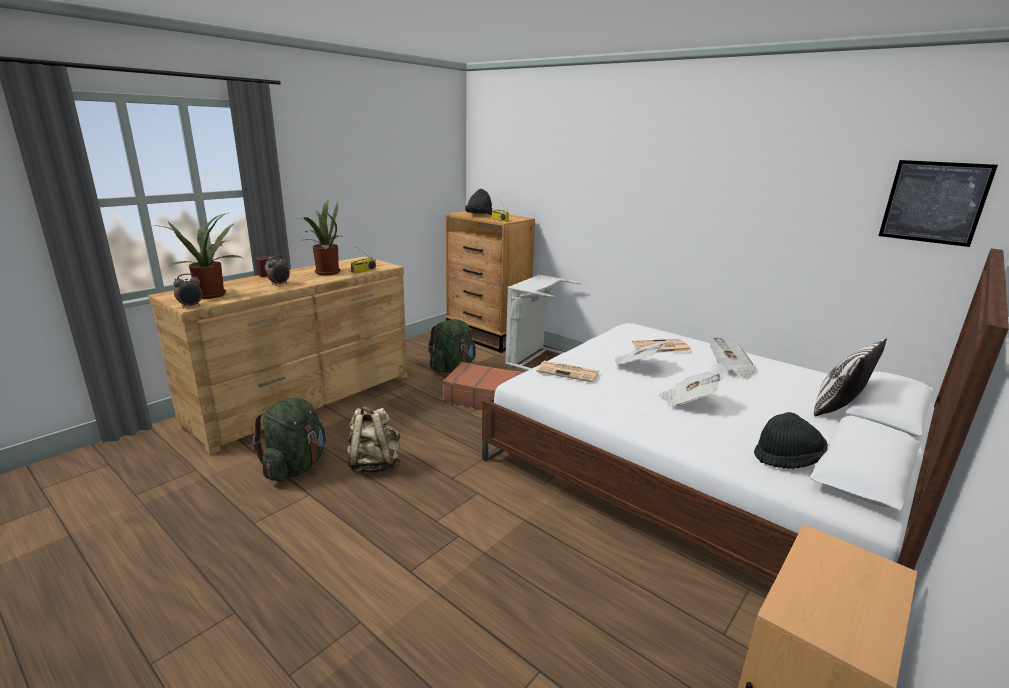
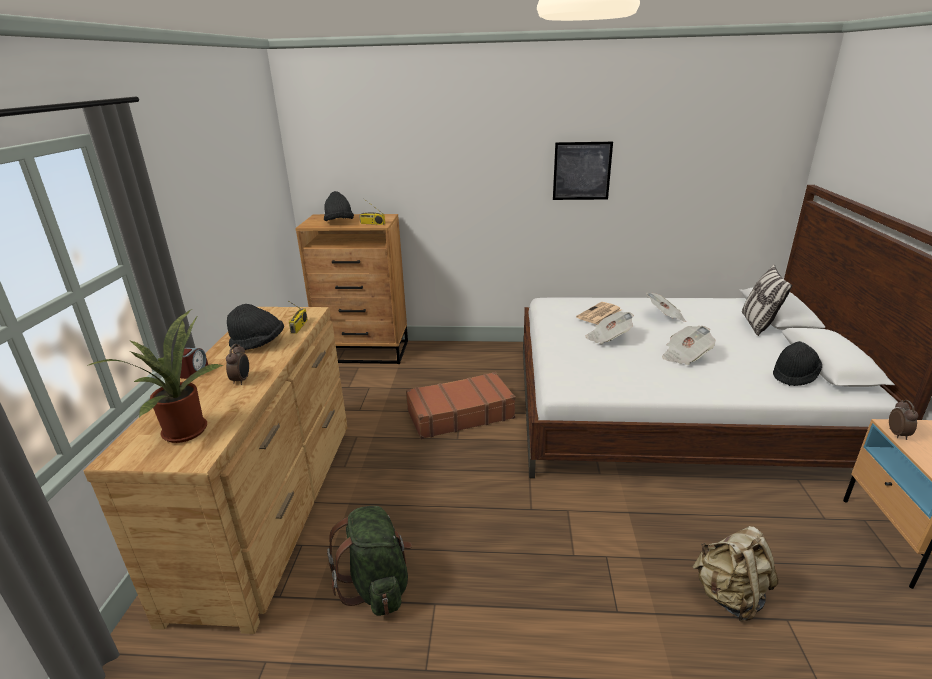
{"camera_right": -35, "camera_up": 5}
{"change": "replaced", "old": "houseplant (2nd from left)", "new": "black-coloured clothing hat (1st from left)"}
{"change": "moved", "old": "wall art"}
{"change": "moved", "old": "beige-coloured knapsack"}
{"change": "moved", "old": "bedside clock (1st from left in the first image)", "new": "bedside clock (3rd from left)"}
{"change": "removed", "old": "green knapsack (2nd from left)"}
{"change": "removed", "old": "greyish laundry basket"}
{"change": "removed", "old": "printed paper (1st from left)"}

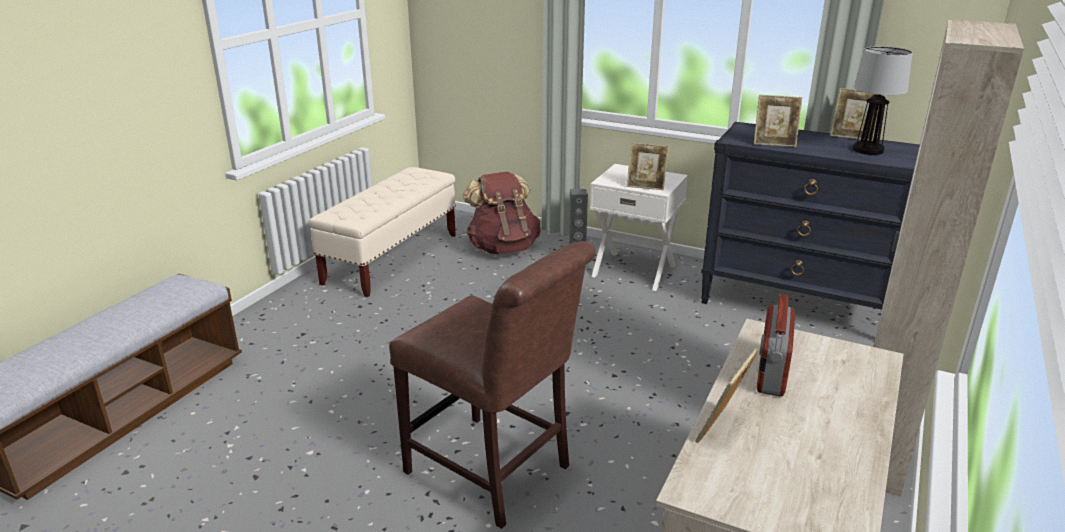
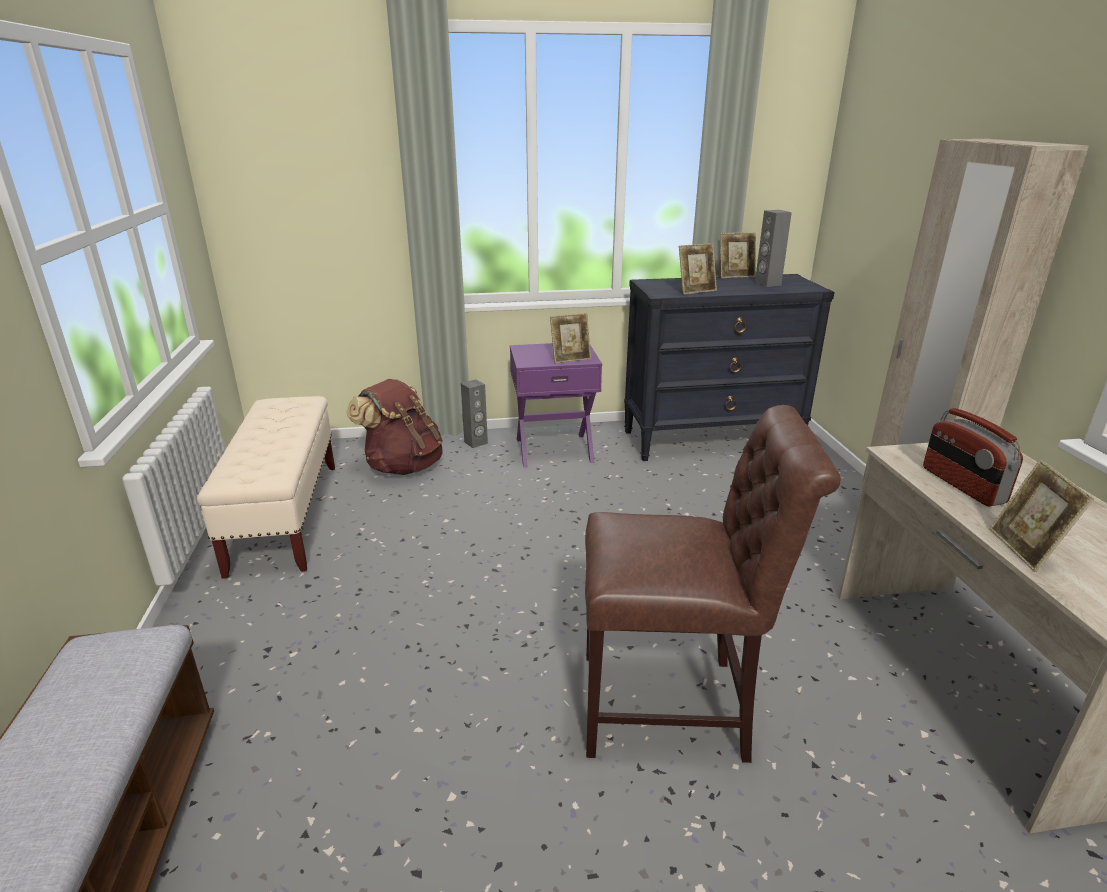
{"camera_right": -35, "camera_up": 0}
{"change": "recoloured", "old": "white-coloured night table", "new": "purple night table"}
{"change": "replaced", "old": "lamp for a table", "new": "greyish audio speaker (2nd from left)"}

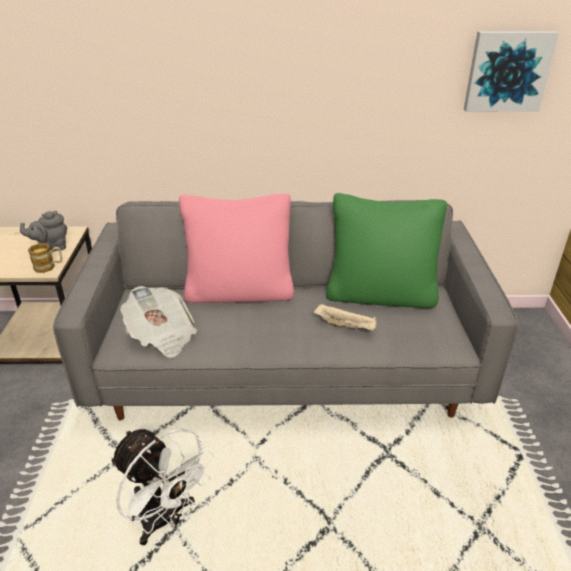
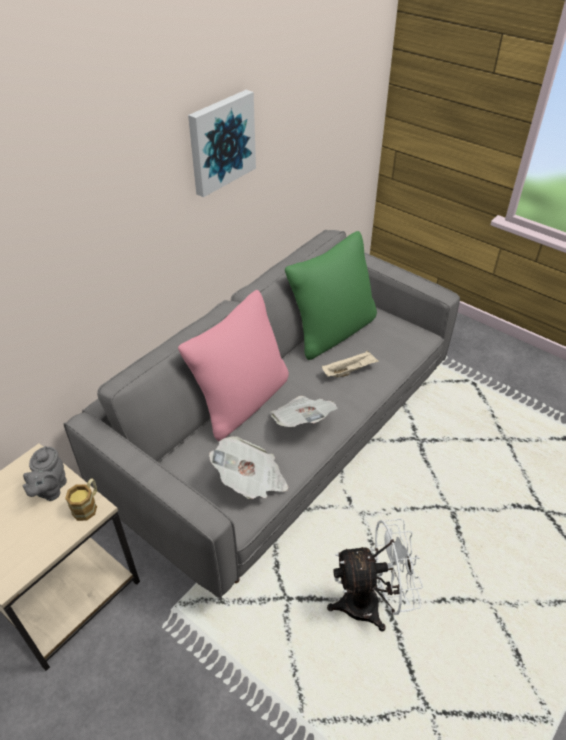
{"camera_right": -50, "camera_up": 10}
{"change": "moved", "old": "wall art"}
{"change": "added", "new": "printed paper (2nd from left)"}

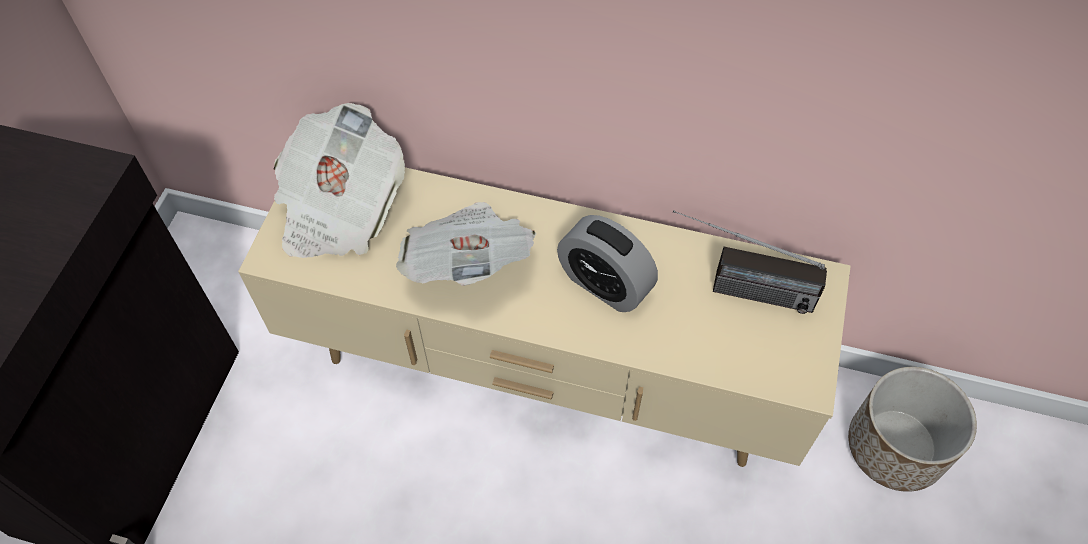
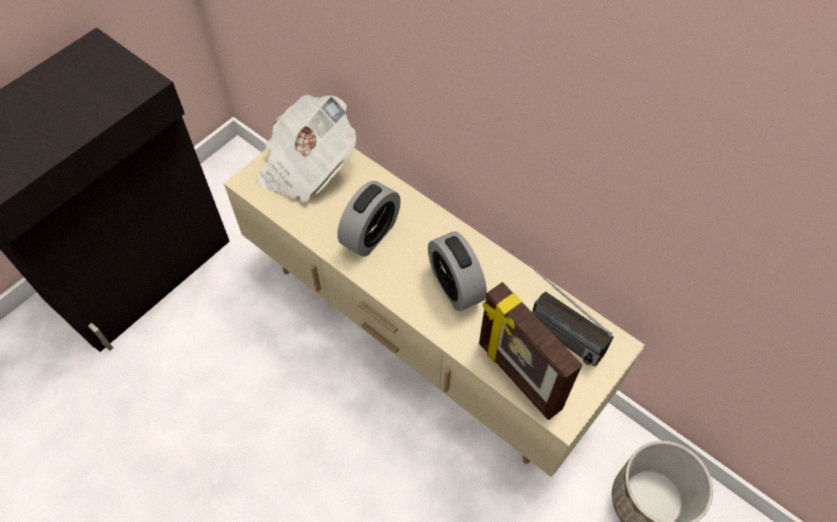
{"camera_right": 25, "camera_up": 0}
{"change": "replaced", "old": "printed paper (2nd from left)", "new": "bedside clock (1st from left)"}
{"change": "added", "new": "standing frame"}

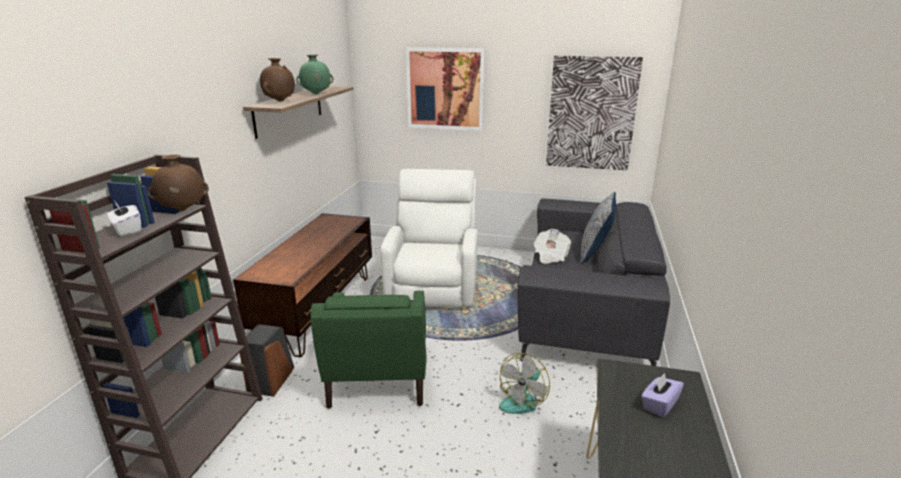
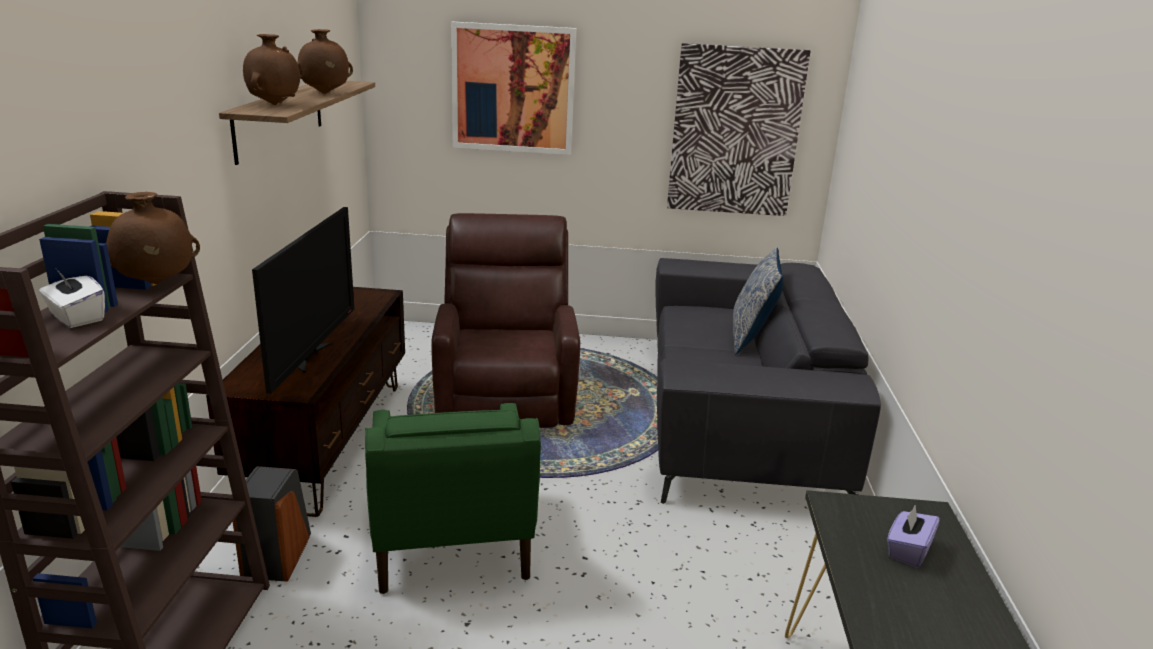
{"camera_right": -10, "camera_up": 0}
{"change": "added", "new": "TV"}
{"change": "recoloured", "old": "green vase", "new": "brown vase (3rd from left)"}
{"change": "recoloured", "old": "white-coloured lounge chair", "new": "brown lounge chair"}
{"change": "removed", "old": "fan"}
{"change": "removed", "old": "printed paper"}

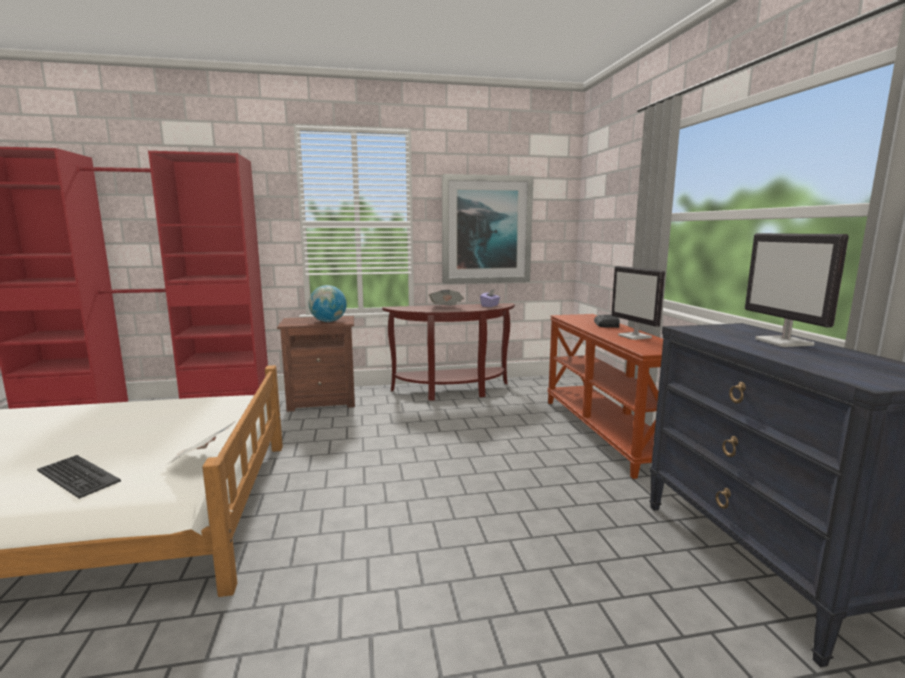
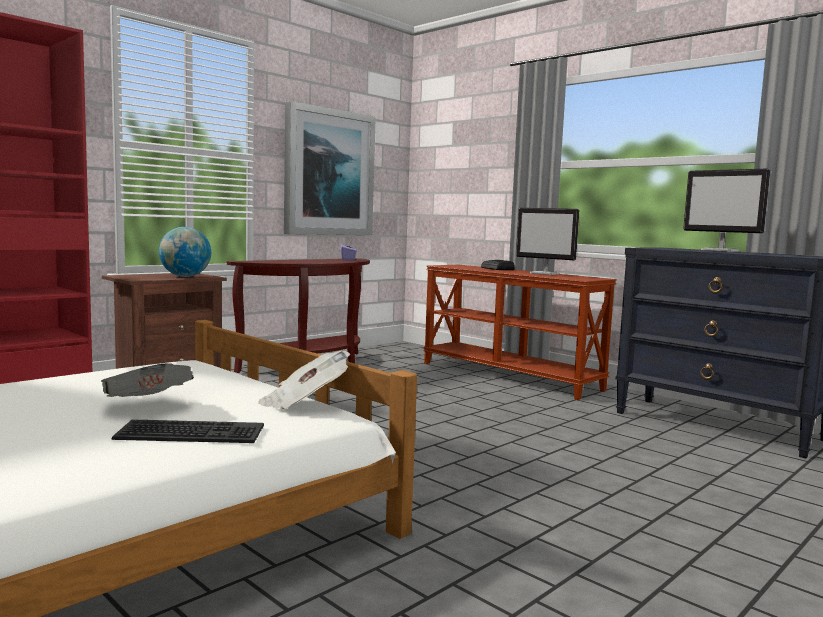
{"camera_right": -35, "camera_up": -5}
{"change": "moved", "old": "printed paper (2nd from left in the first image)", "new": "printed paper (1st from left)"}

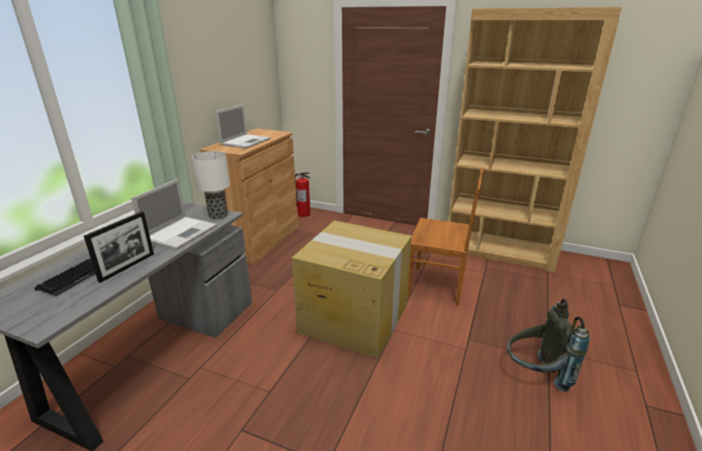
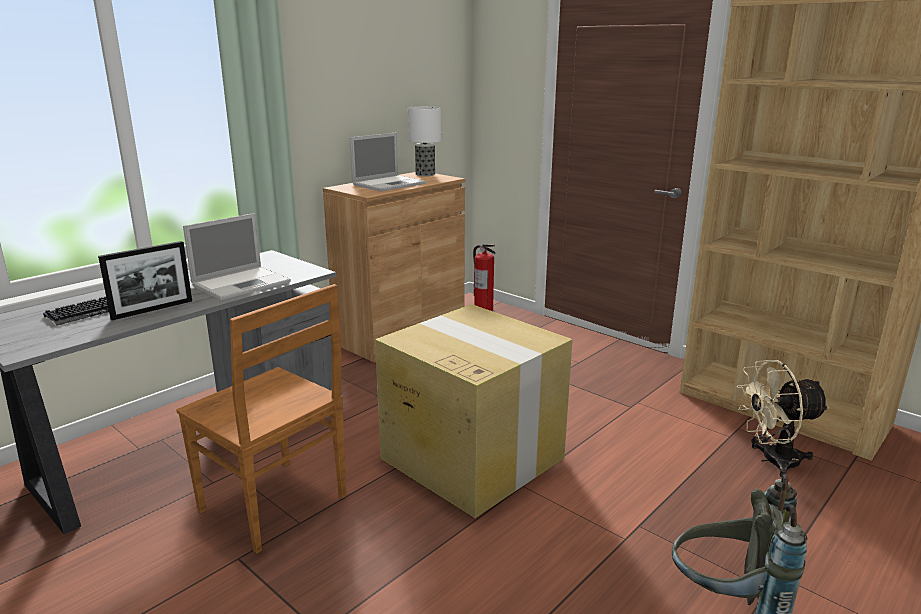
{"camera_right": 20, "camera_up": -5}
{"change": "moved", "old": "brown upright chair"}
{"change": "moved", "old": "lamp for a table"}
{"change": "added", "new": "beige-coloured fan"}

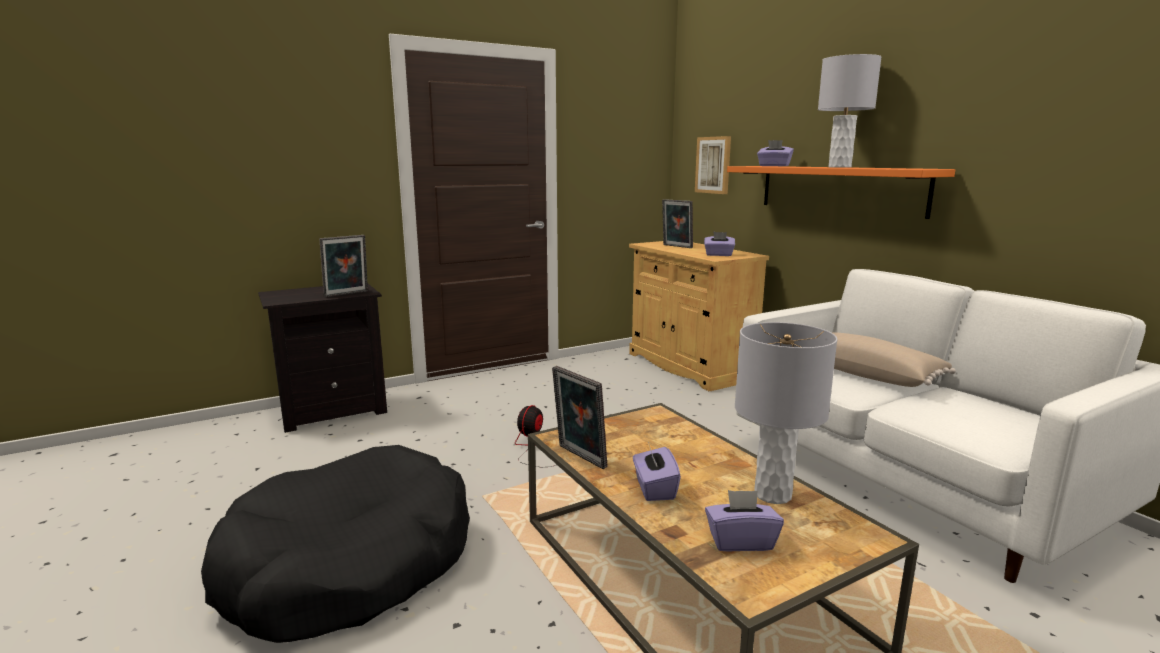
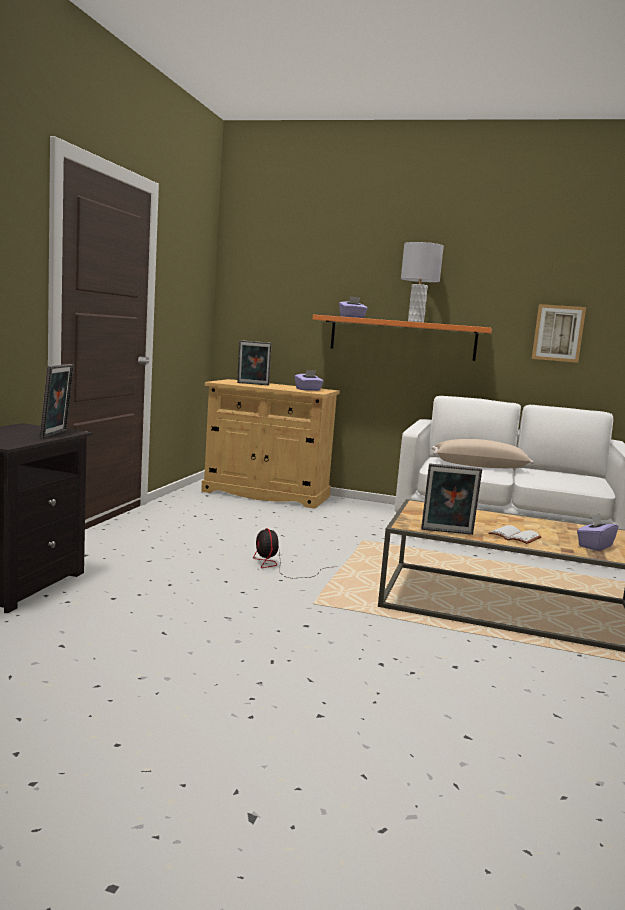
{"camera_right": -45, "camera_up": -5}
{"change": "replaced", "old": "purple tissue box (1st from left)", "new": "white-coloured book"}
{"change": "moved", "old": "wall art"}
{"change": "removed", "old": "black-coloured pet bed"}
{"change": "removed", "old": "greyish lamp for a table (1st from left)"}

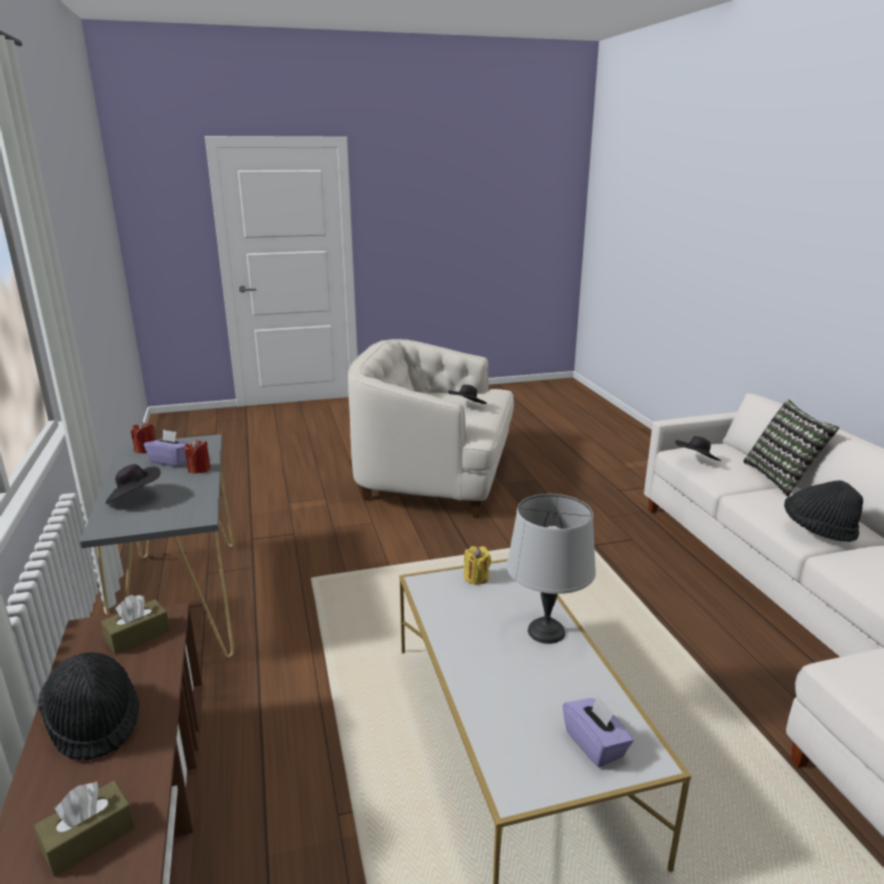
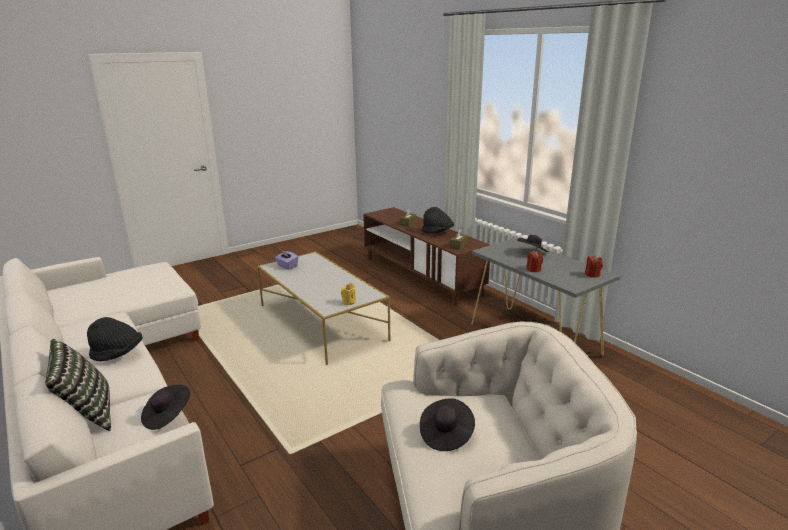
{"camera_right": 160, "camera_up": 0}
{"change": "removed", "old": "purple tissue box (1st from left)"}
{"change": "removed", "old": "greyish lamp for a table"}

